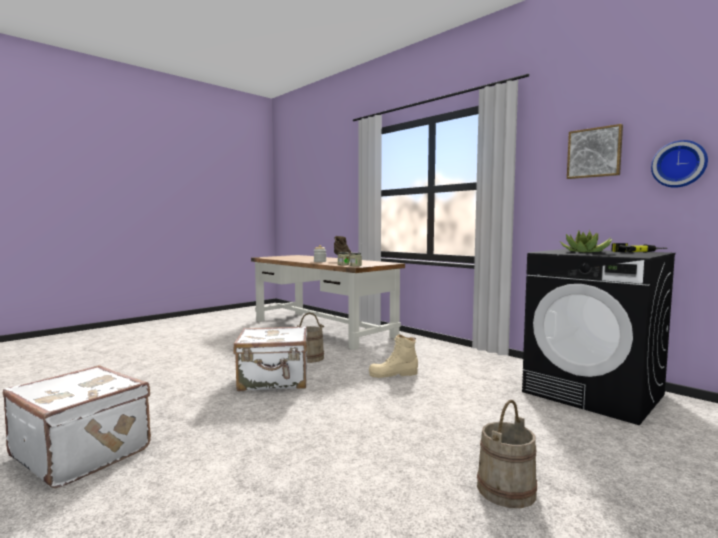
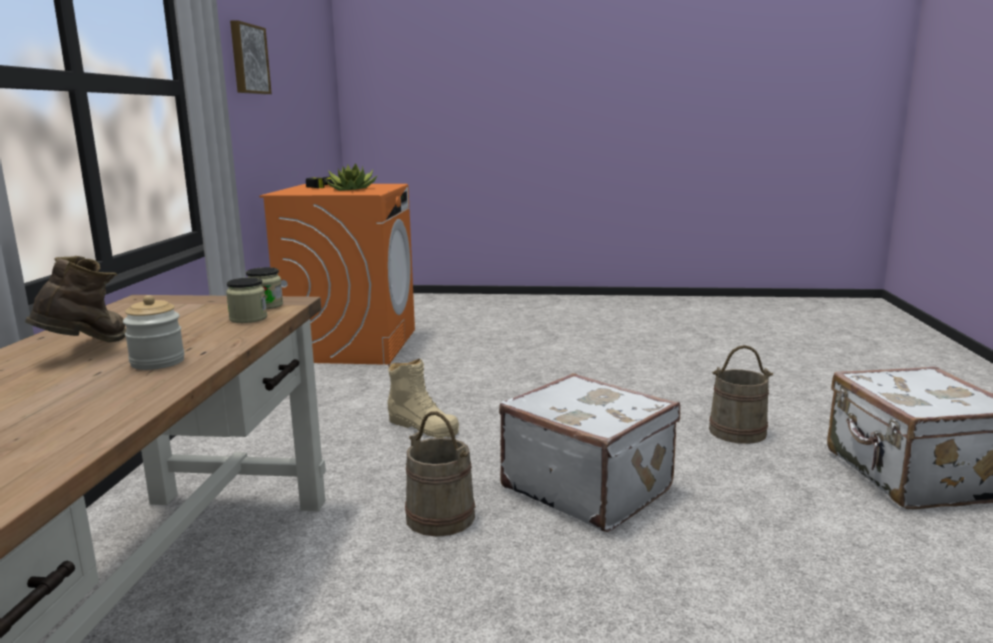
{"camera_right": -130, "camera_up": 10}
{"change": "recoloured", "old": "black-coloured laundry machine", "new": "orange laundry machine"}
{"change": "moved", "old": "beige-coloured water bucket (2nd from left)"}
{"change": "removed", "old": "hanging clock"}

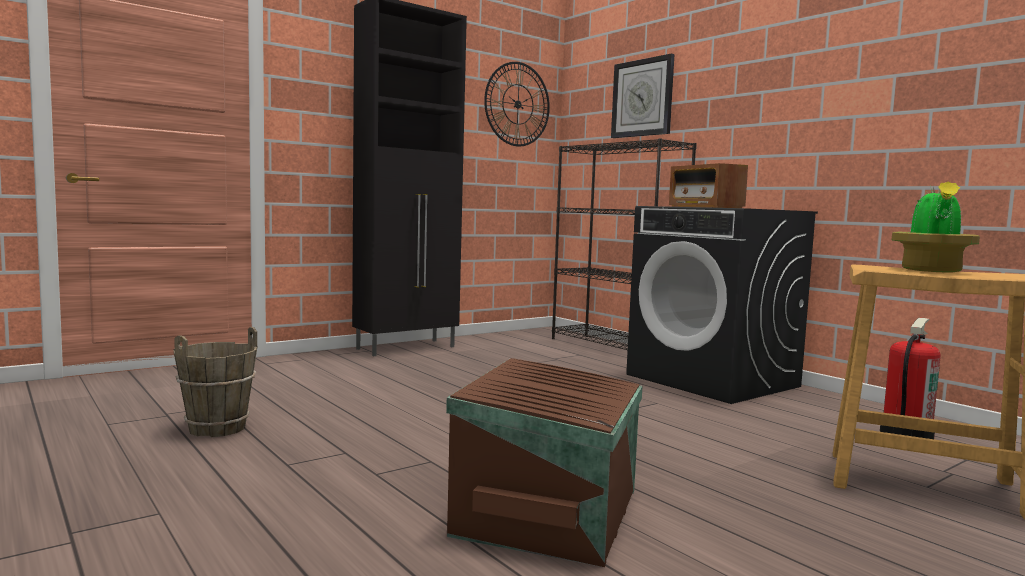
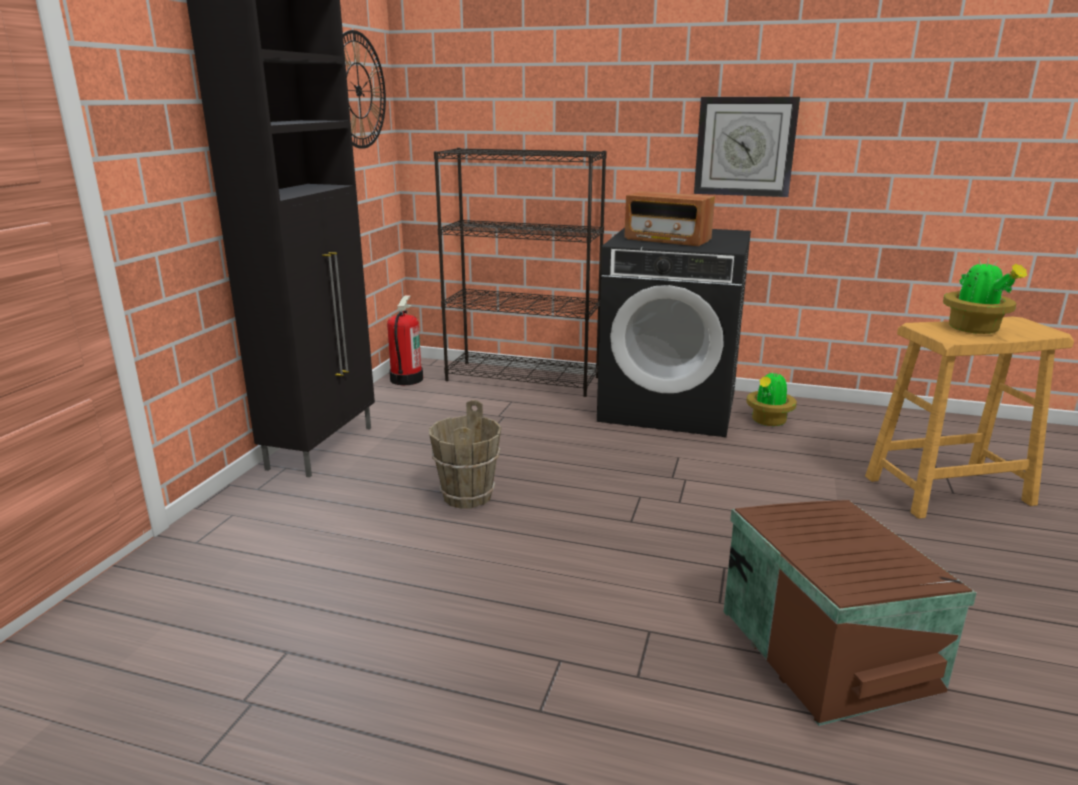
{"camera_right": -35, "camera_up": 15}
{"change": "moved", "old": "extinguisher"}
{"change": "moved", "old": "brown water bucket"}
{"change": "moved", "old": "hanging clock (2nd from left)"}
{"change": "added", "new": "houseplant (1st from left)"}

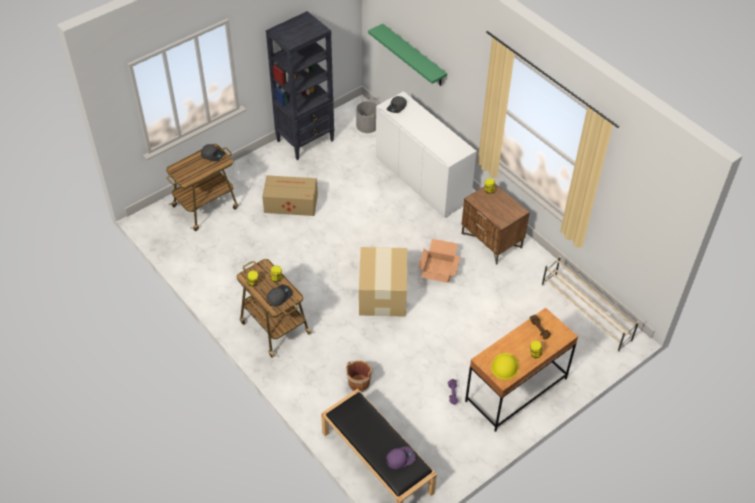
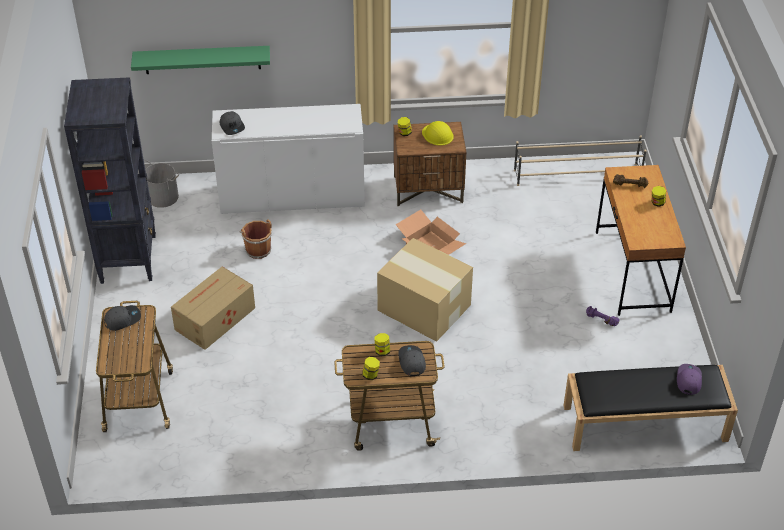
{"camera_right": -55, "camera_up": -5}
{"change": "moved", "old": "brown water bucket"}
{"change": "moved", "old": "yellowish work helmet"}

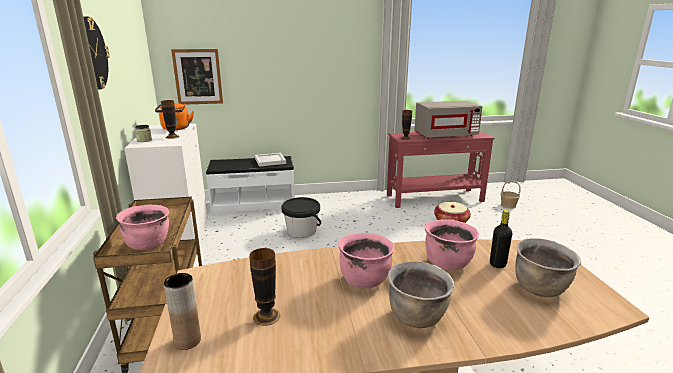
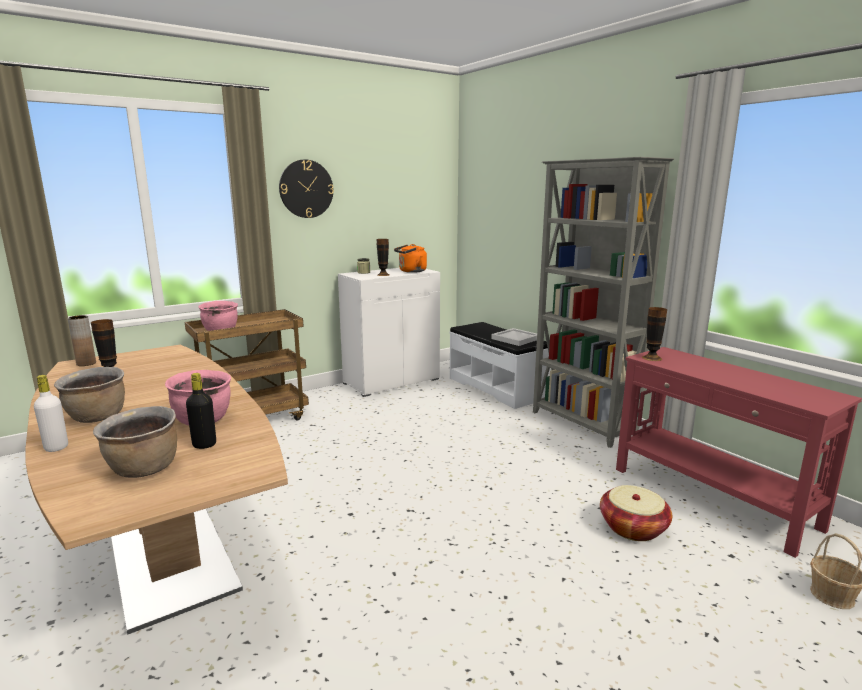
{"camera_right": 65, "camera_up": -5}
{"change": "added", "new": "white-coloured beverage bottle"}
{"change": "added", "new": "greyish shelving unit"}
{"change": "removed", "old": "wall art"}
{"change": "removed", "old": "black-coloured water bucket"}
{"change": "removed", "old": "pinkish saucepot (2nd from left)"}
{"change": "removed", "old": "greyish microwave"}

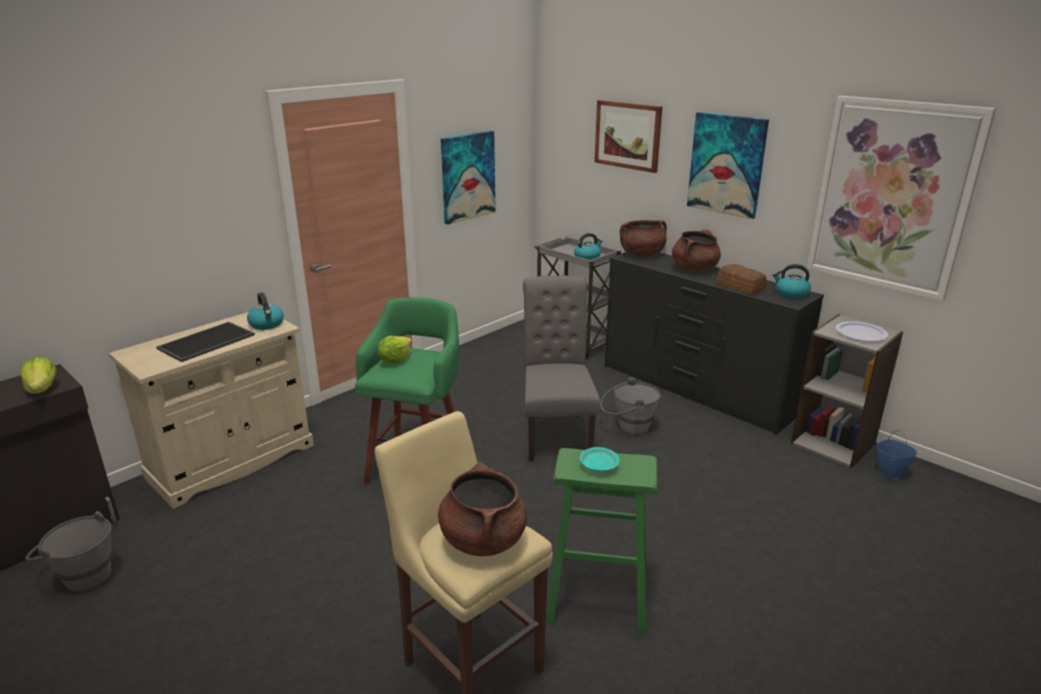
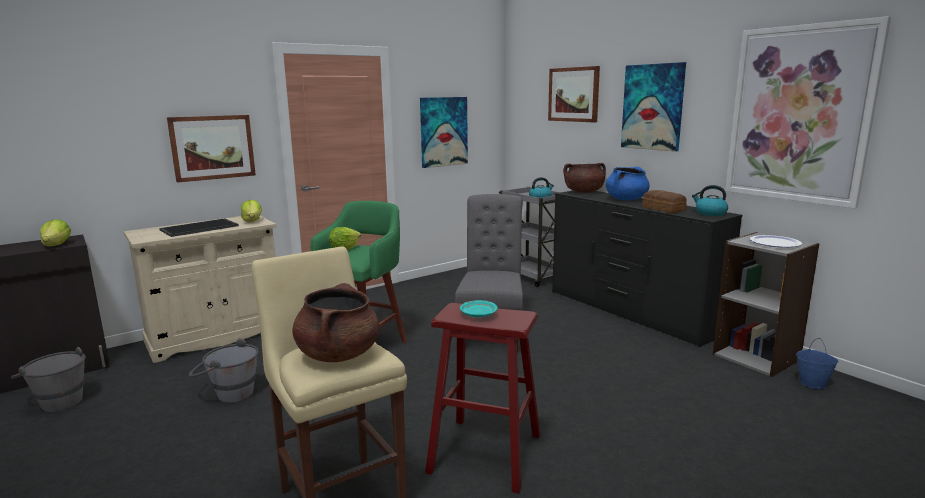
{"camera_right": 10, "camera_up": -10}
{"change": "added", "new": "wall art (1st from left)"}
{"change": "moved", "old": "greyish water bucket (2nd from left)"}
{"change": "replaced", "old": "tea kettle (1st from left)", "new": "head of lettuce (2nd from left)"}
{"change": "recoloured", "old": "green sitting stool (2nd from left)", "new": "red sitting stool"}
{"change": "recoloured", "old": "brown saucepot (3rd from left)", "new": "blue saucepot"}

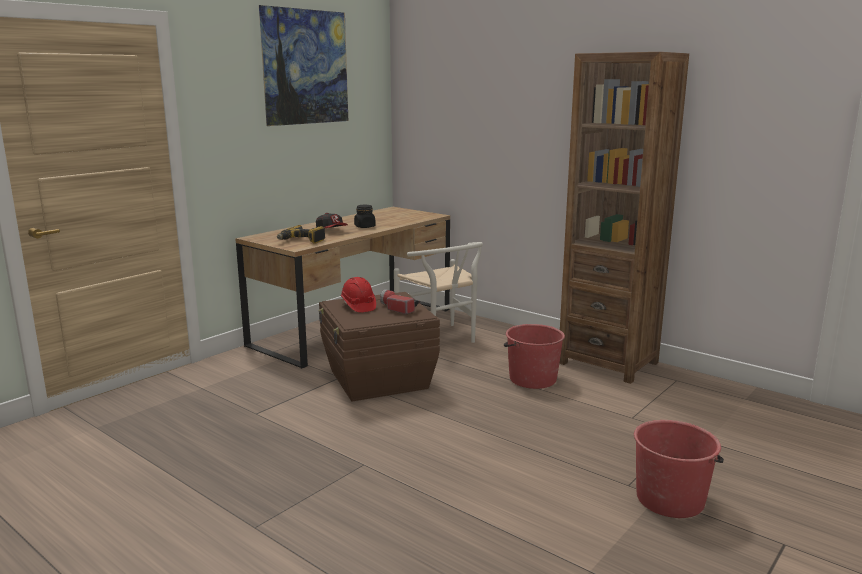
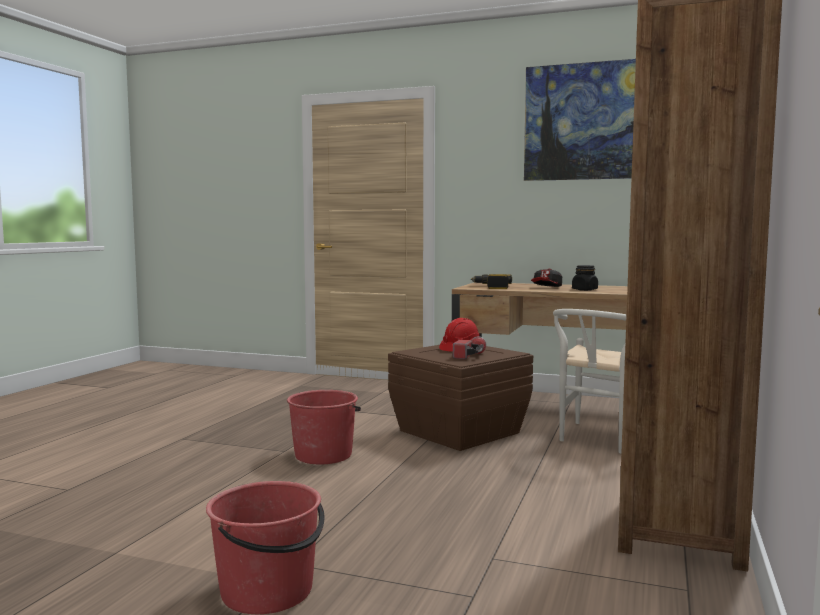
{"camera_right": 70, "camera_up": -10}
{"change": "moved", "old": "red water bucket (1st from left in the first image)", "new": "red water bucket (2nd from left)"}

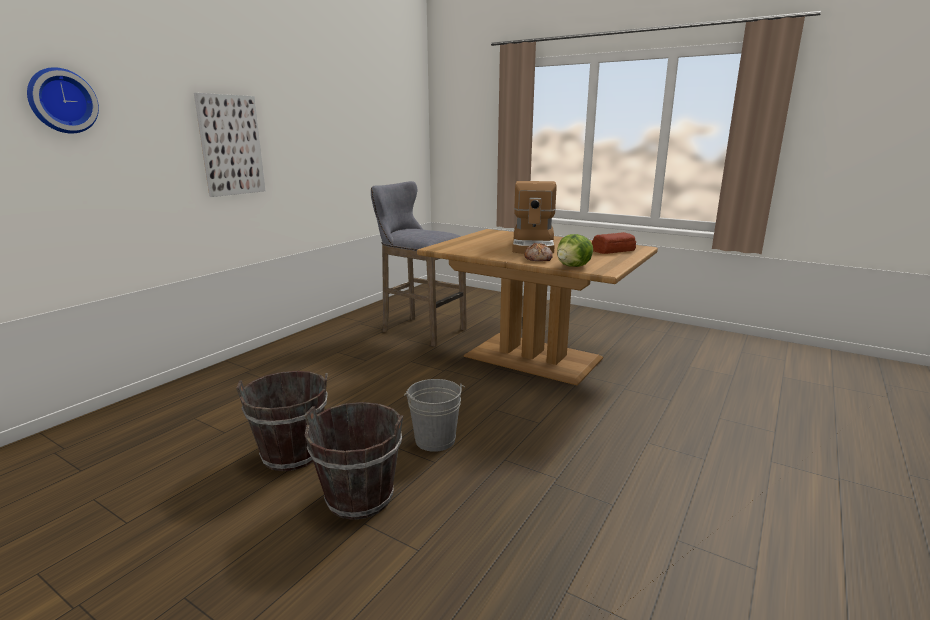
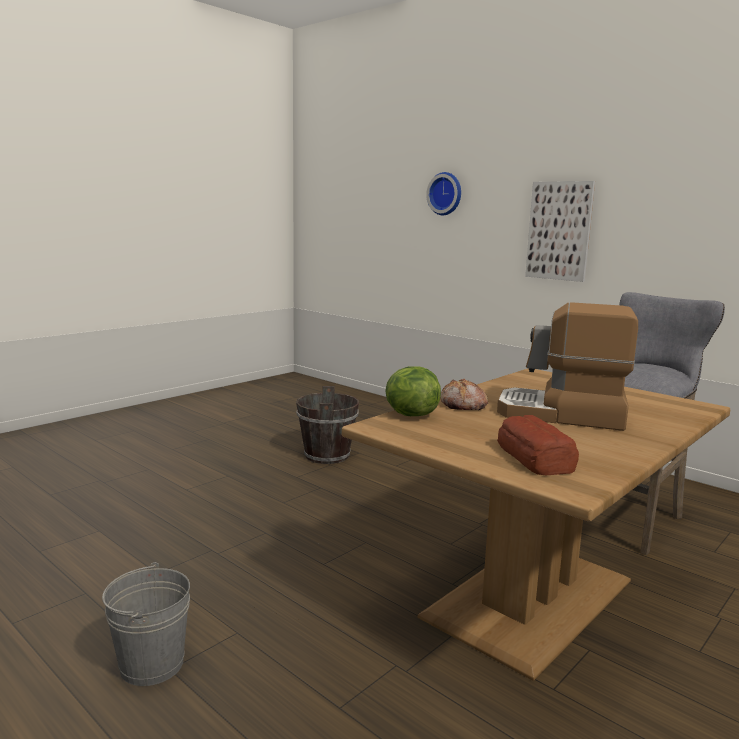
{"camera_right": 100, "camera_up": -5}
{"change": "moved", "old": "greyish water bucket"}
{"change": "removed", "old": "brown water bucket (2nd from left)"}

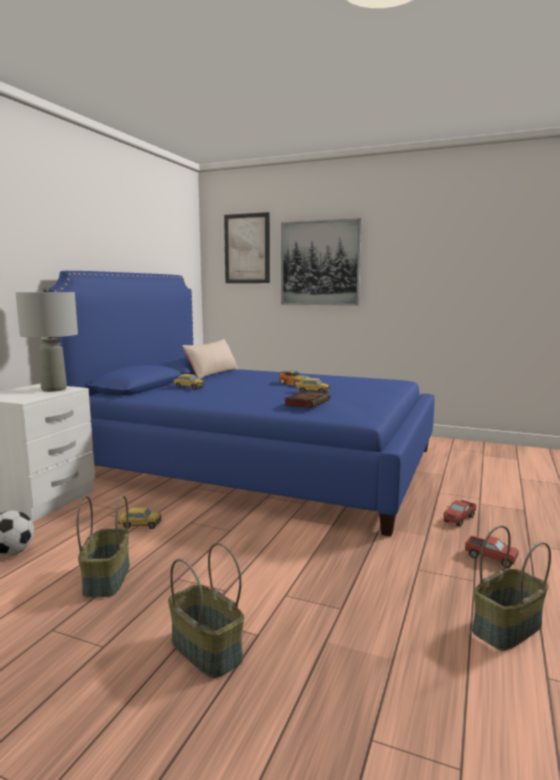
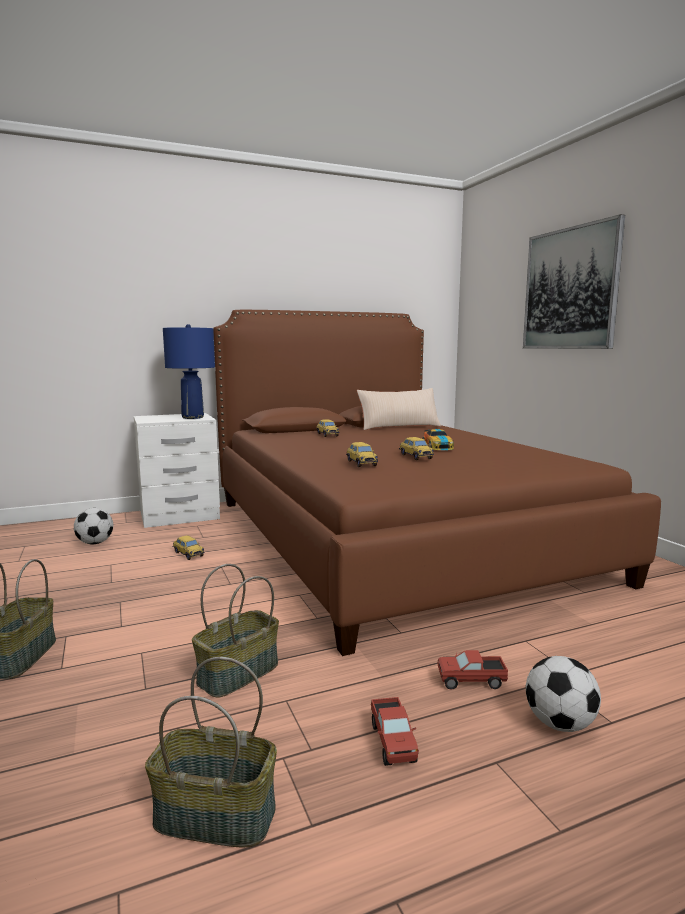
{"camera_right": 45, "camera_up": 0}
{"change": "recoloured", "old": "greyish lamp for a table", "new": "blue lamp for a table"}
{"change": "moved", "old": "basket (1st from left in the first image)", "new": "basket (3rd from left)"}
{"change": "recoloured", "old": "blue bed", "new": "brown bed"}
{"change": "replaced", "old": "book", "new": "model car (3rd from left)"}
{"change": "added", "new": "football ball (2nd from left)"}
{"change": "removed", "old": "wall art (1st from left)"}

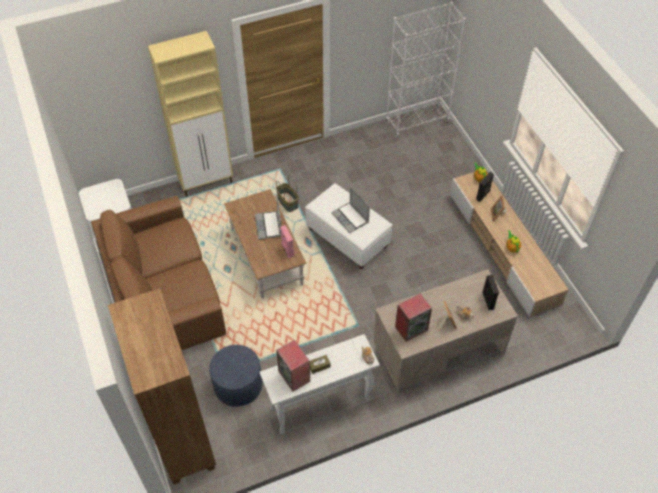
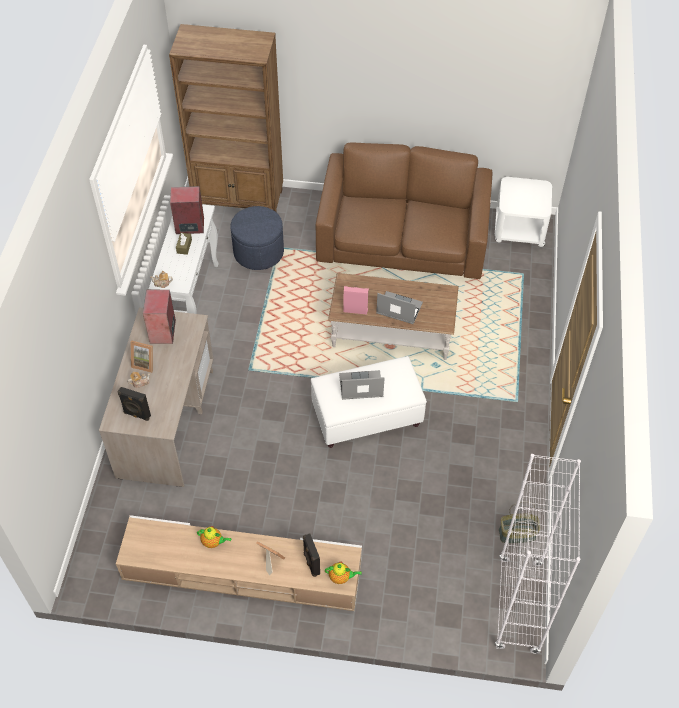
{"camera_right": 120, "camera_up": 0}
{"change": "moved", "old": "basket"}
{"change": "removed", "old": "beige-coloured cabinet"}

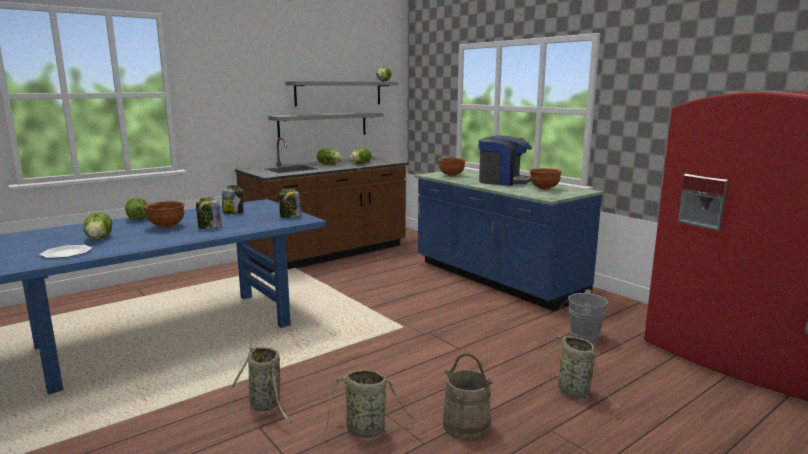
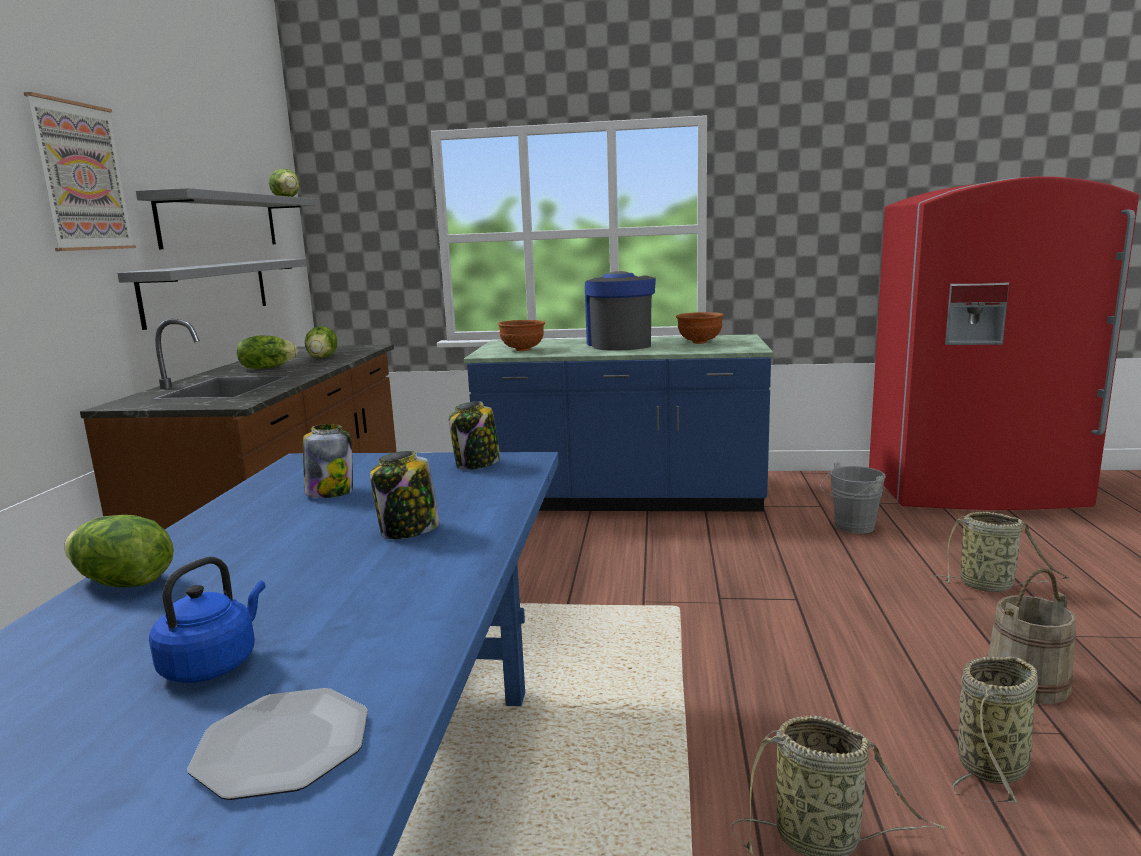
{"camera_right": -45, "camera_up": 0}
{"change": "added", "new": "wall art"}
{"change": "replaced", "old": "head of lettuce (1st from left)", "new": "blue tea kettle"}
{"change": "turned", "old": "coffee machine", "degrees": -75}
{"change": "removed", "old": "brown bowl (1st from left)"}

